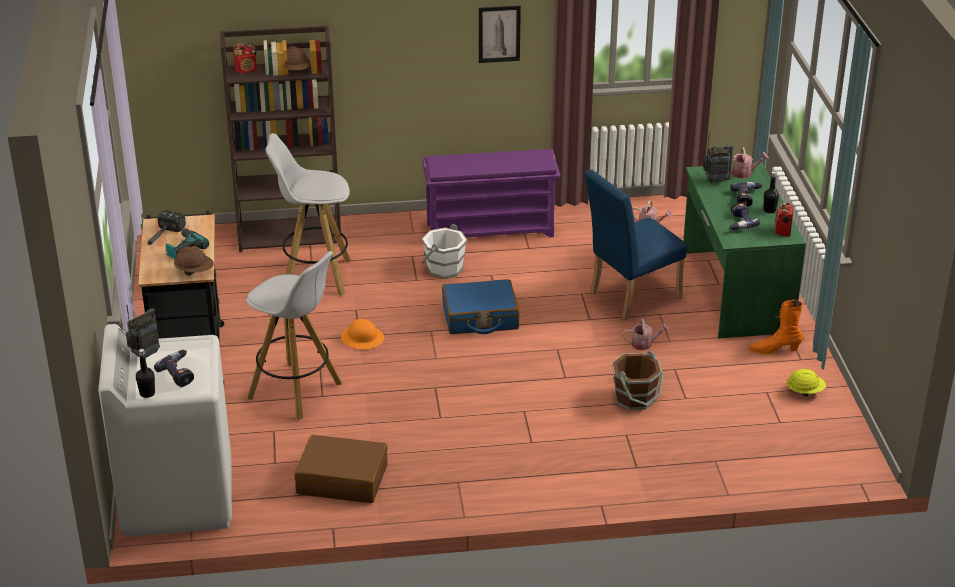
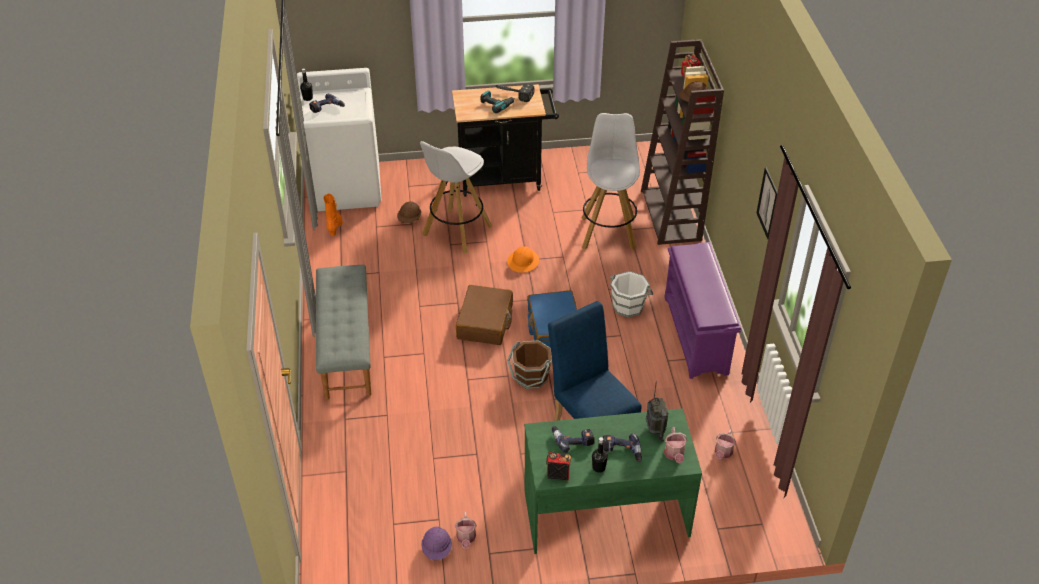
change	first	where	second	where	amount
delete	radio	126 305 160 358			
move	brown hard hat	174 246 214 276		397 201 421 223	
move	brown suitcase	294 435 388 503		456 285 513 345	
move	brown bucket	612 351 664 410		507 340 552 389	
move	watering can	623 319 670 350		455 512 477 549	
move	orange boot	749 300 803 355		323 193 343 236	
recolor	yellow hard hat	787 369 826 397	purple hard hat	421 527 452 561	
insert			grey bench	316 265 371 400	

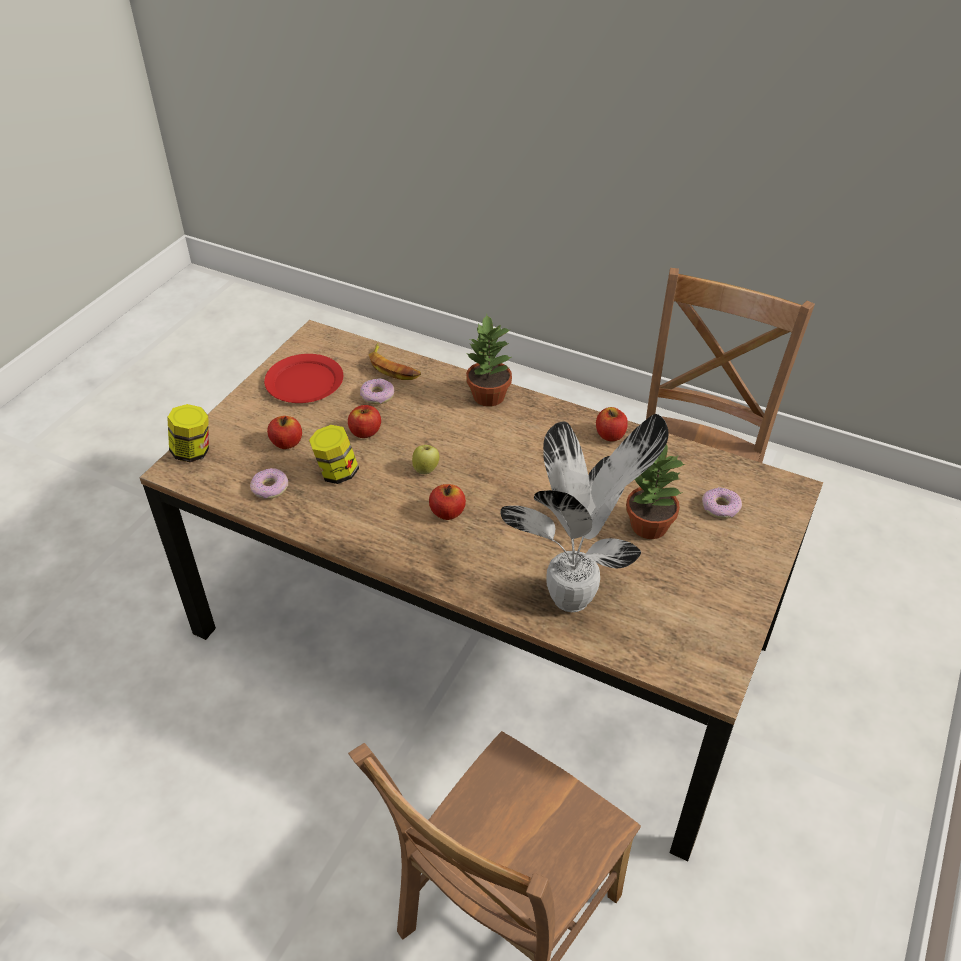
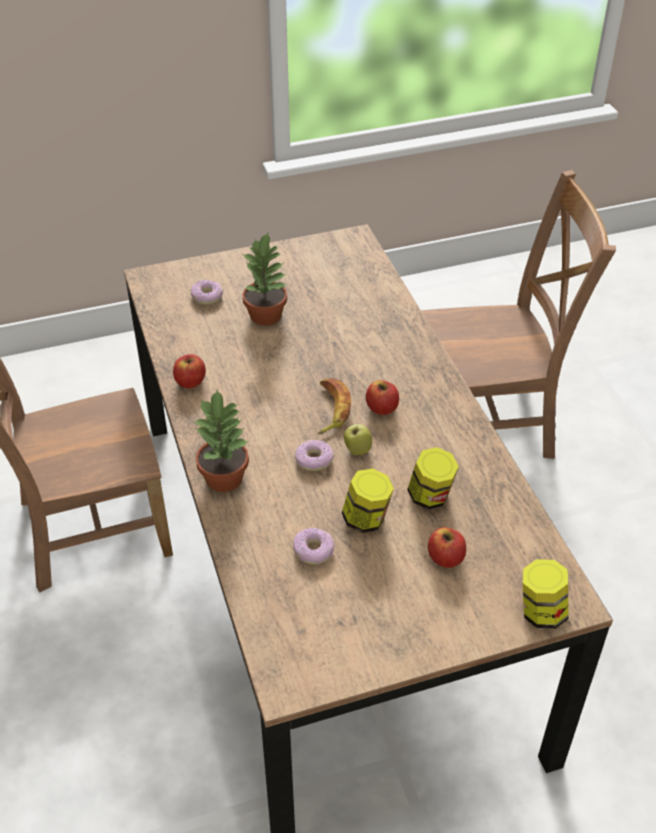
change	first	where	second	where	amount
move	donut	250 468 288 499		294 440 334 471	
delete	red plate	264 354 343 403			
replace	apple	348 405 381 438	jar	342 469 394 533	
move	banana	369 343 421 380		317 378 351 434	
delete	potted plant	500 414 669 612			

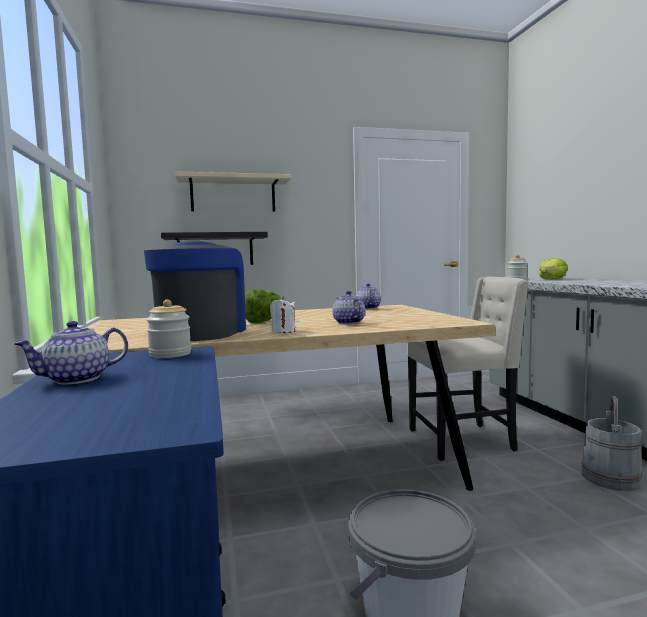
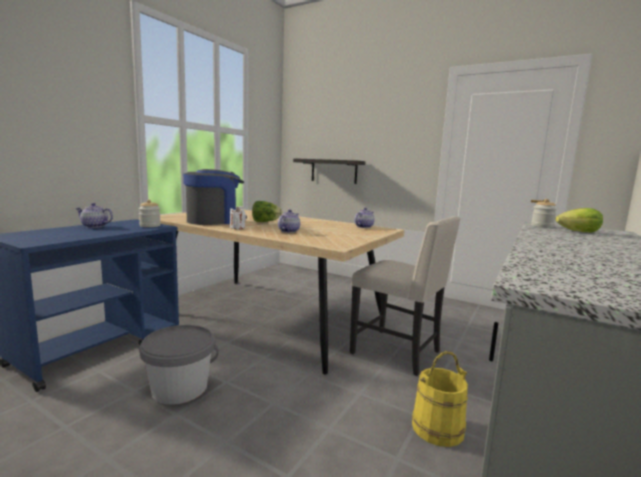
change	first	where	second	where	amount
delete	beige shelf	175 171 292 212			
recolor	grey bucket	581 396 643 491	yellow bucket	412 351 468 447	

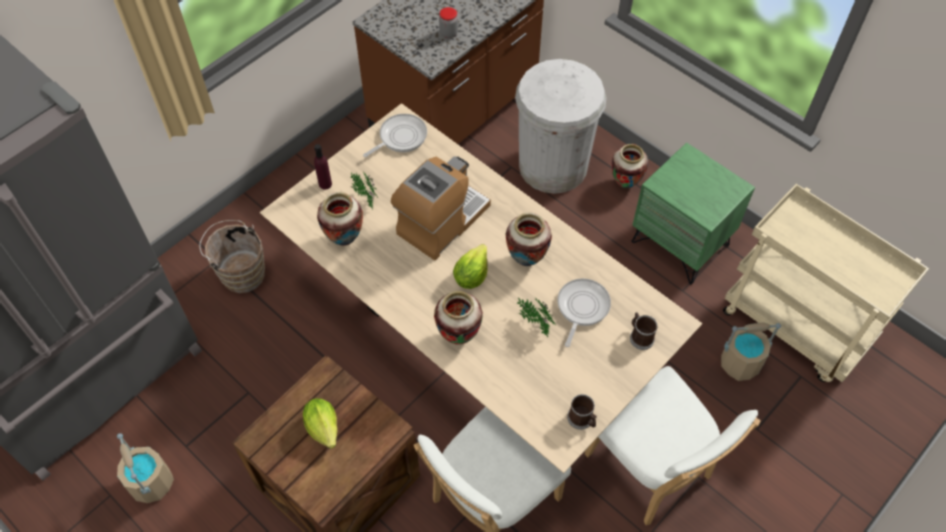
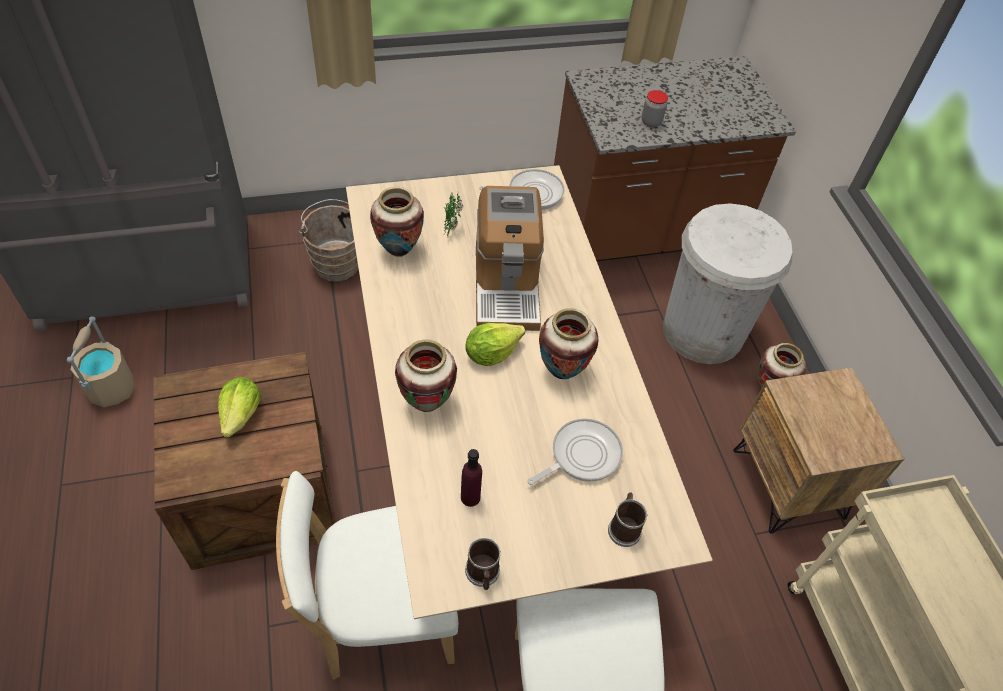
change	first	where	second	where	amount
move	purple bottle	314 144 332 189		461 449 482 507	
rotate	coffee machine	391 156 491 260		476 186 544 331	105 degrees clockwise
delete	potted plant	517 297 556 337			
recolor	green nightstand	631 143 755 284	brown nightstand	733 367 905 534	
delete	beige bucket	721 322 781 381			

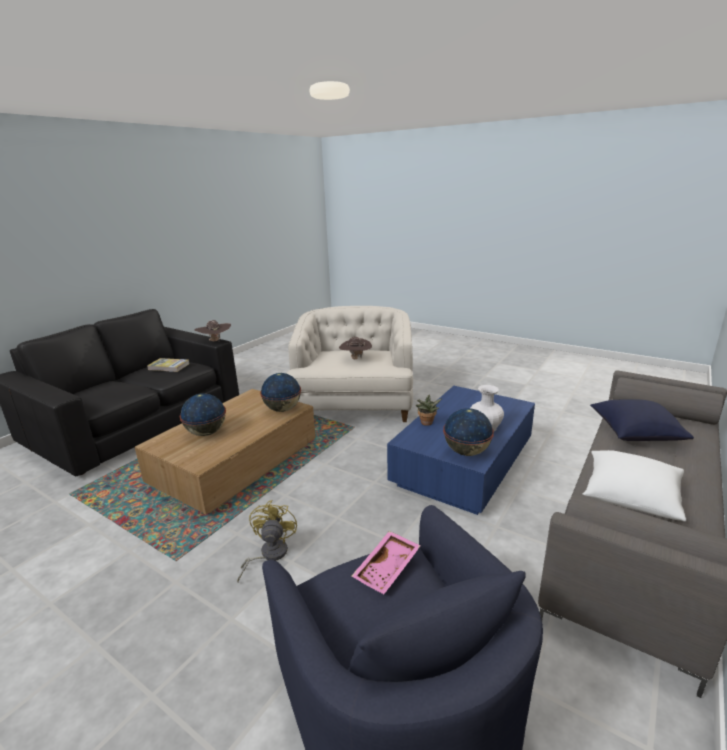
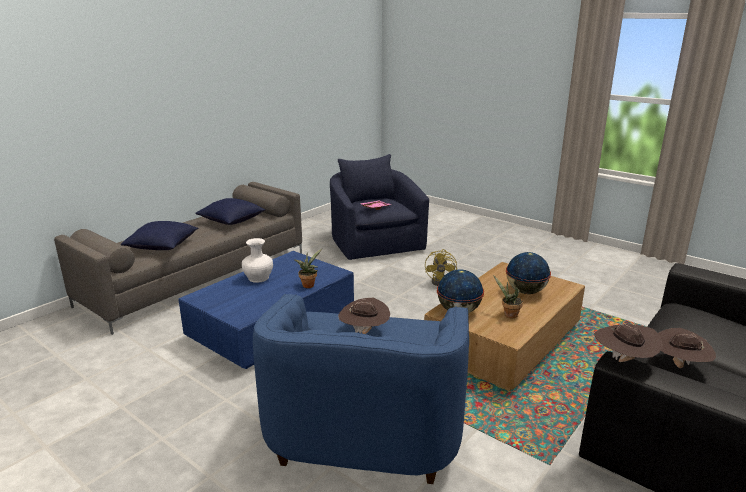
change	first	where	second	where	amount
replace	book	147 358 189 372	brown hat	658 328 716 368	
recolor	white armchair	286 306 413 422	blue armchair	253 294 469 484	
delete	globe	443 408 494 456			
recolor	white pillow	583 450 686 522	blue pillow	195 198 265 225	
insert			potted plant	493 275 523 318	

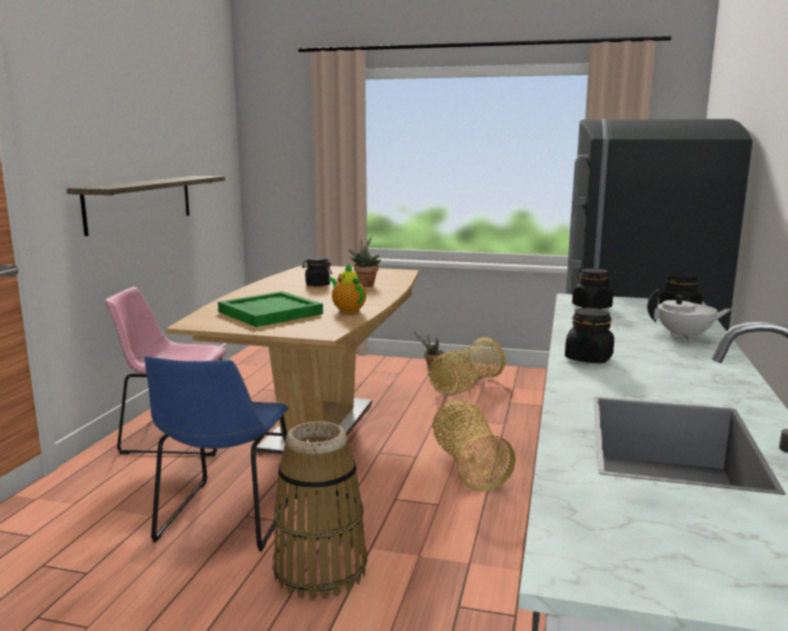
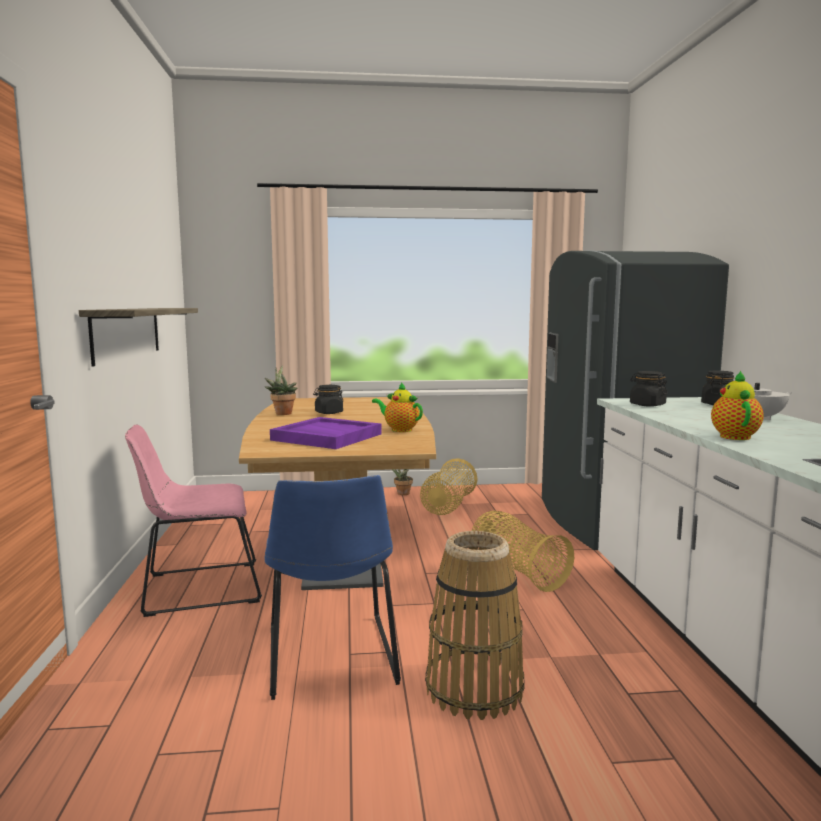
change	first	where	second	where	amount
recolor	green tray	218 291 323 327	purple tray	270 417 382 449	
move	potted plant	348 237 381 286		264 365 298 415	
replace	black jar	565 308 614 363	teapot	711 370 764 440	

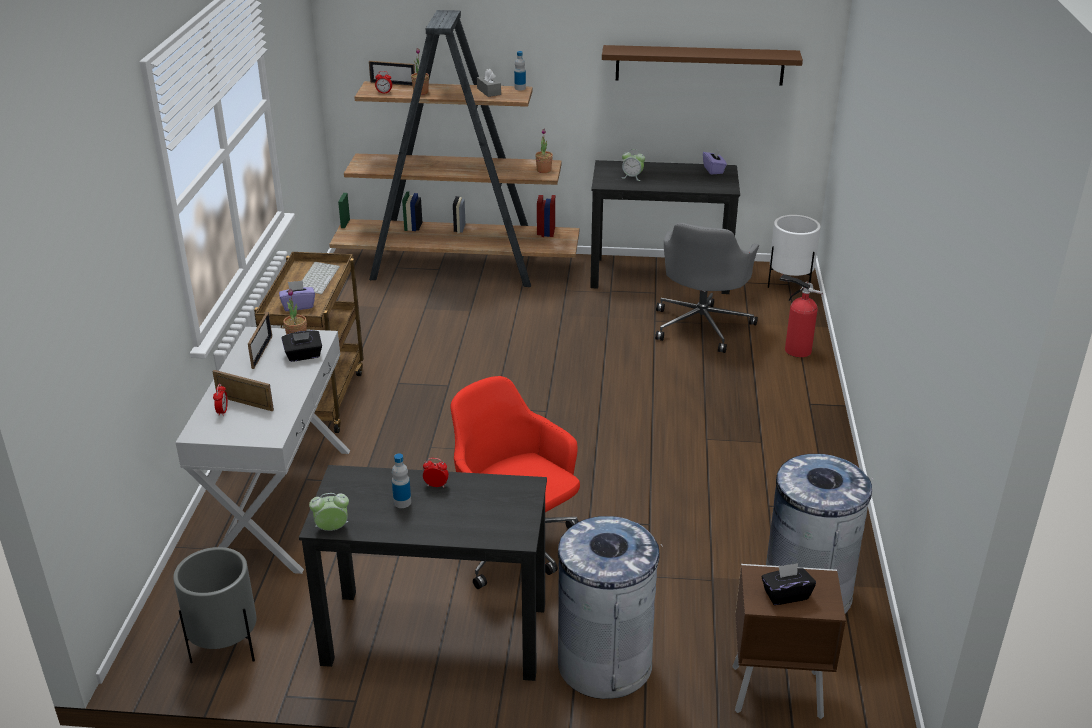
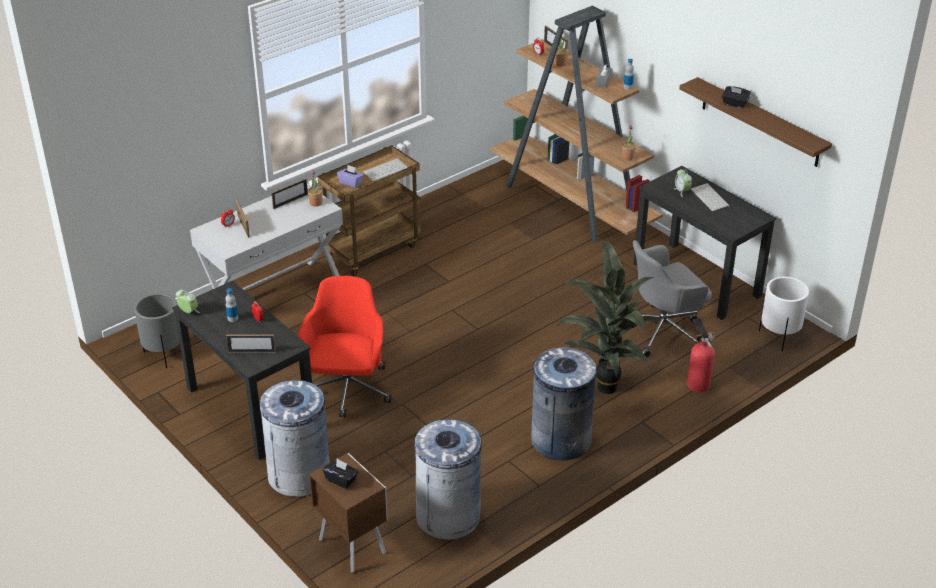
change	first	where	second	where	amount
move	black tissue box	282 330 322 362		722 86 751 108	
delete	purple tissue box	703 149 727 175			
insert			picture frame	226 335 276 353	
insert			grey trash can	531 348 597 460	
insert			potted plant	557 241 660 394	
insert			keyboard	691 183 730 211	

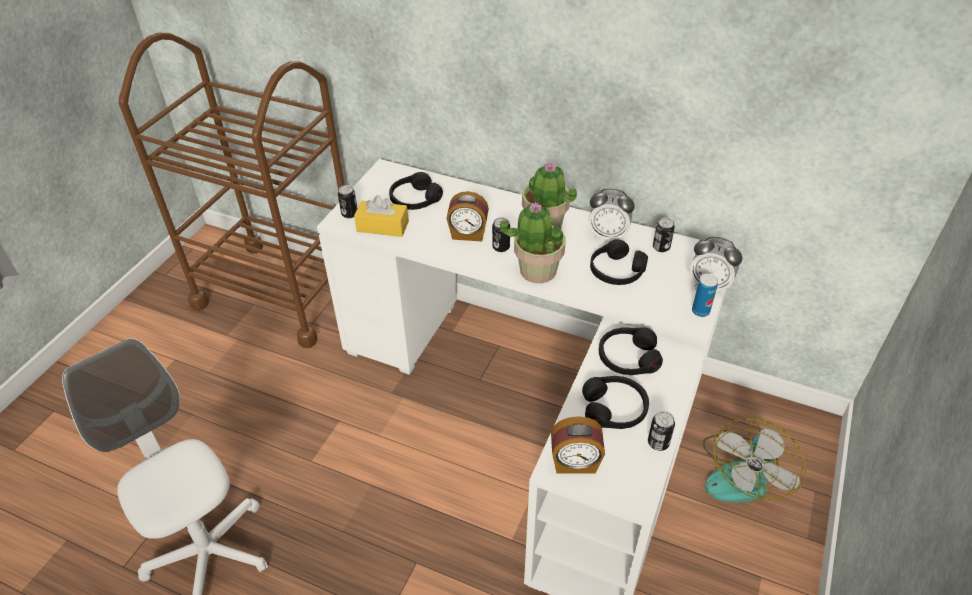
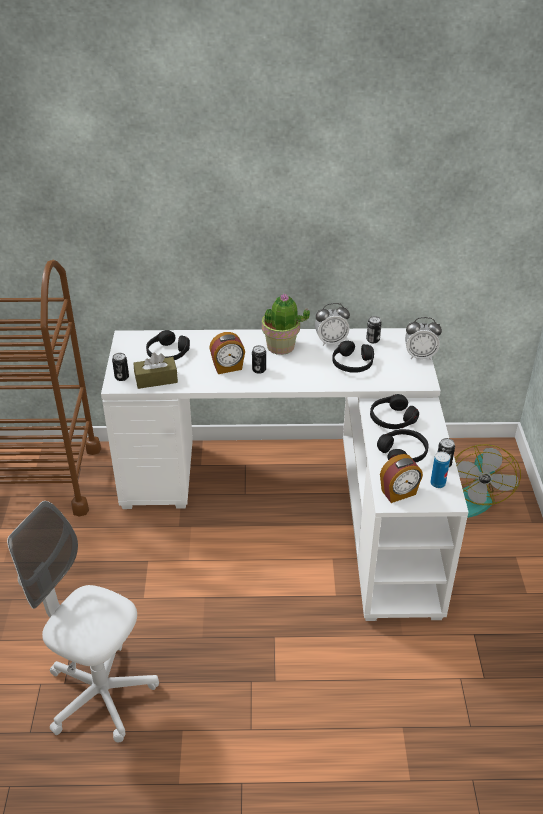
change	first	where	second	where	amount
recolor	yellow tissue box	354 195 409 237	brown tissue box	134 353 178 389	
delete	potted plant	500 202 565 283			
move	can	692 274 718 317		430 451 450 488	

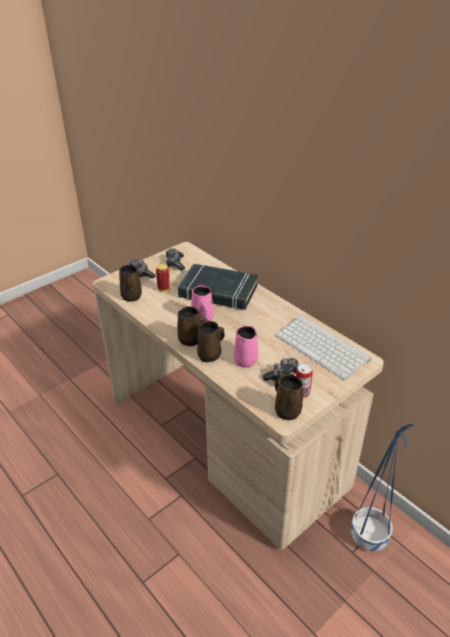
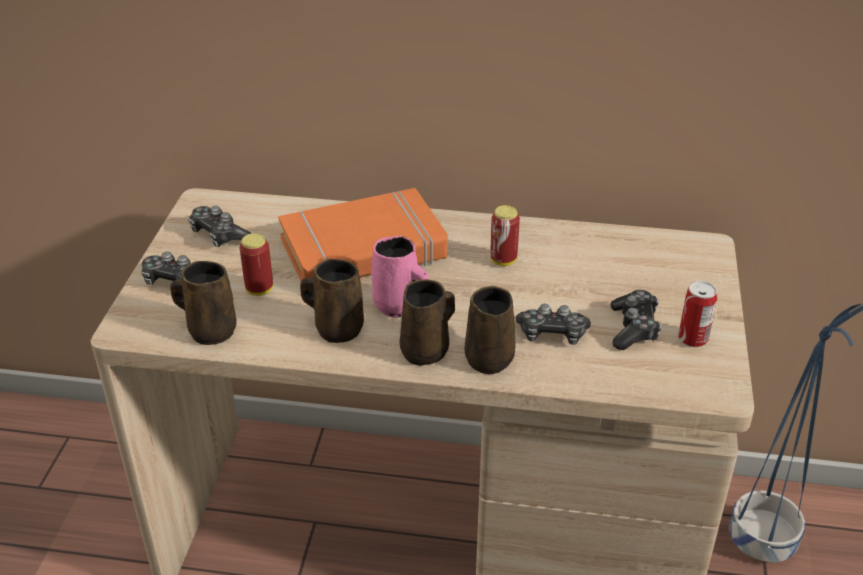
change	first	where	second	where	amount
recolor	black book	178 264 258 310	orange book	278 188 448 281	
replace	pink mug	234 325 258 368	game controller	516 304 591 345	
delete	keyboard	275 315 372 380			
move	brown mug	275 374 303 420		300 259 364 343	
insert			can	490 205 520 266	

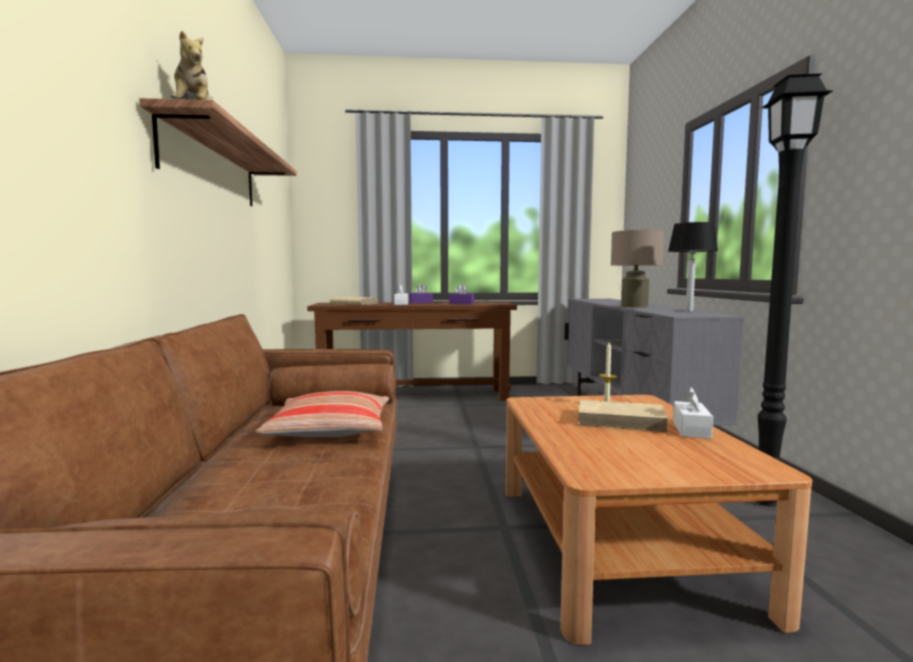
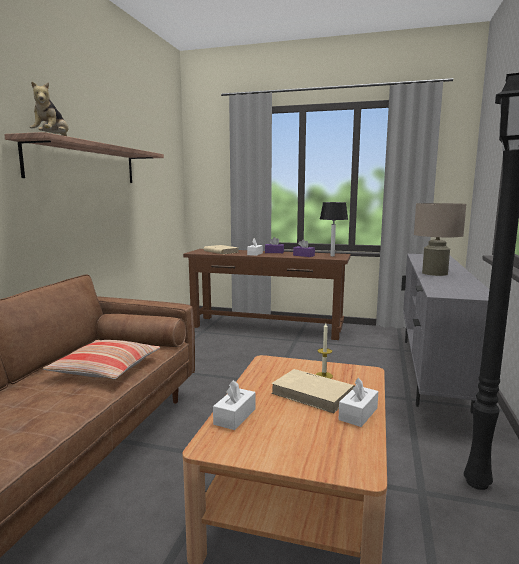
change	first	where	second	where	amount
move	table lamp	668 222 718 311		320 202 348 256	
insert			white tissue box	213 380 255 430	

